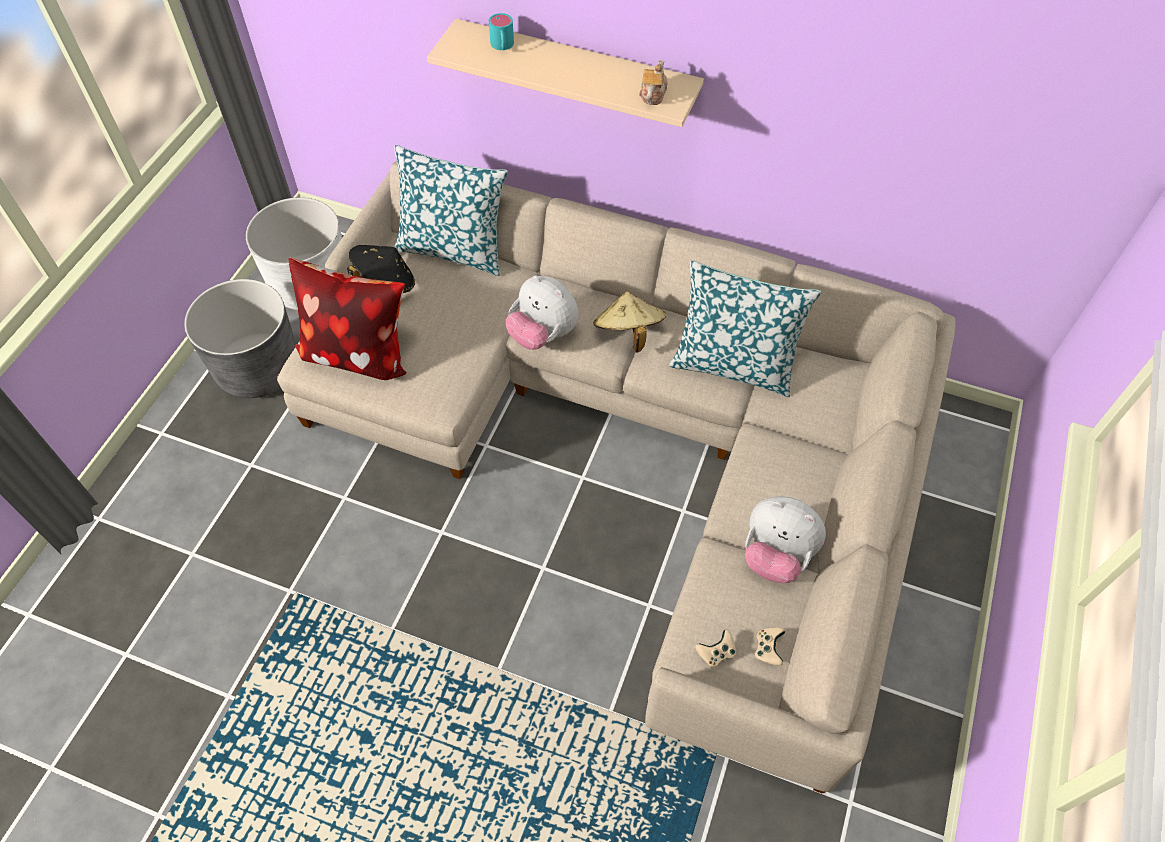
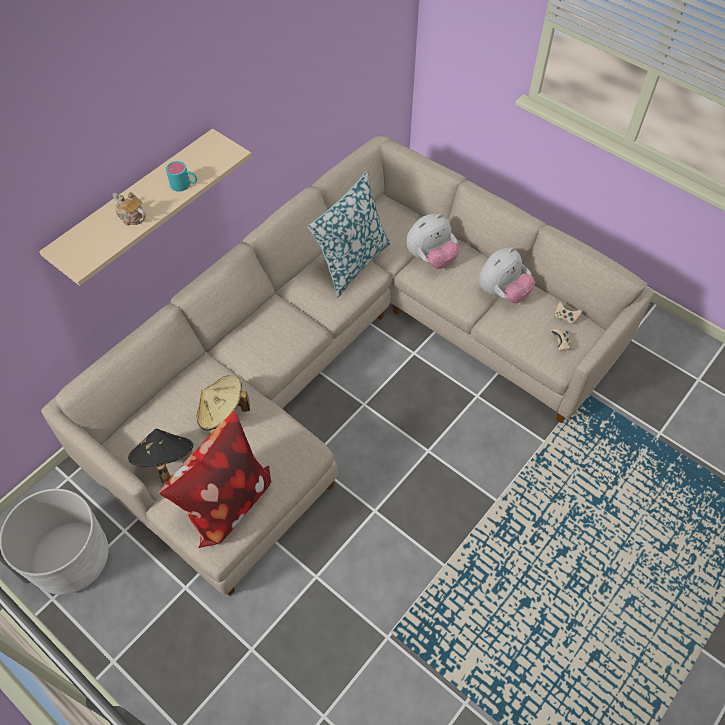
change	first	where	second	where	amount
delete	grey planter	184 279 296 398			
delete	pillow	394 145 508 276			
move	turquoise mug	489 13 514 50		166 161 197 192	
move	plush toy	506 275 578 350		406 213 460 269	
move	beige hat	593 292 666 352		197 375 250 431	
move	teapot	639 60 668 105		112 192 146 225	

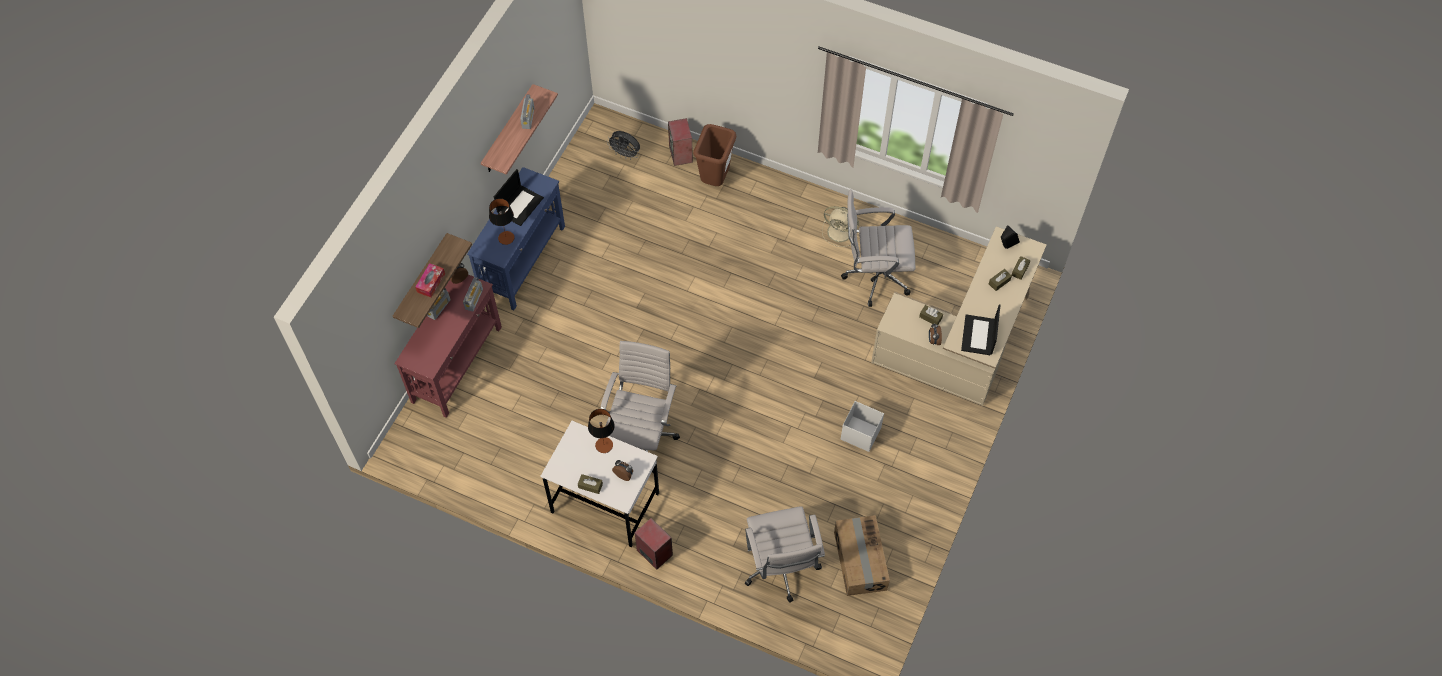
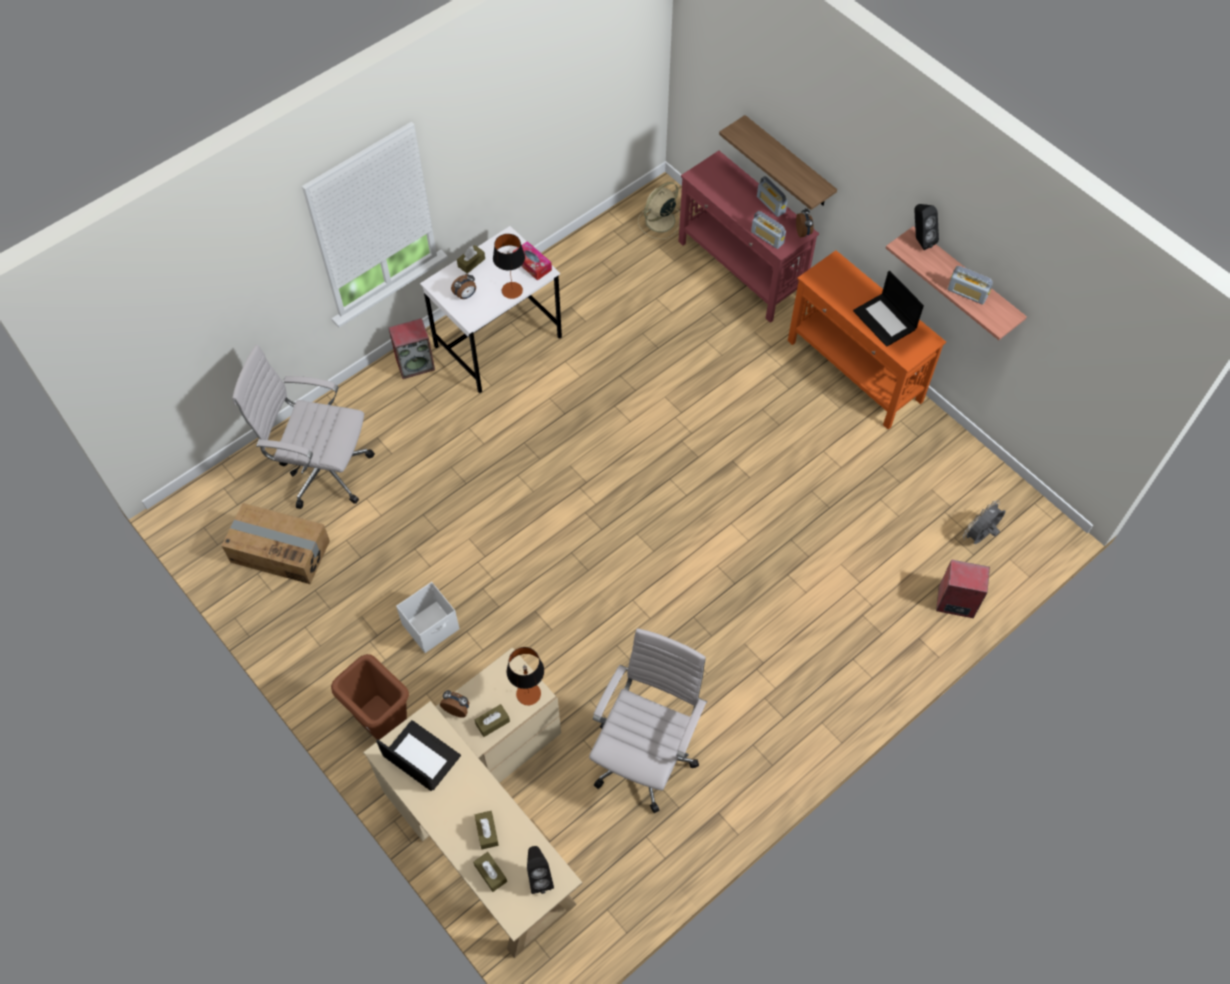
change	first	where	second	where	amount
move	tissue box	415 263 445 297		513 241 552 281	
recolor	blue console table	467 167 565 310	orange console table	788 250 946 430	
move	table lamp	489 198 515 245		507 647 544 705	
delete	white office chair	601 341 680 473			
move	brown trash can	693 124 736 186		331 654 409 740	
move	beige fan	822 206 859 247		638 182 680 239	
insert			black speaker	914 204 939 250	

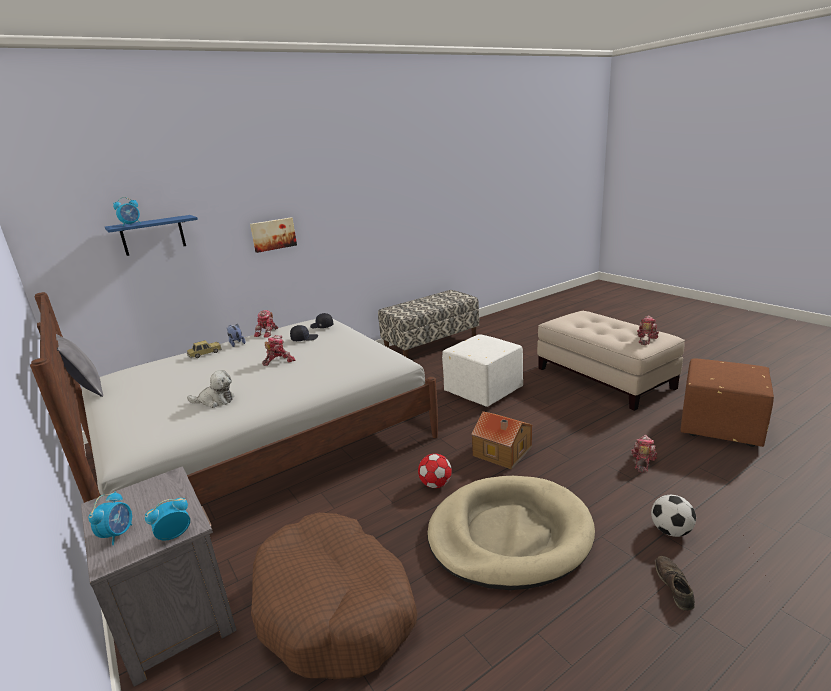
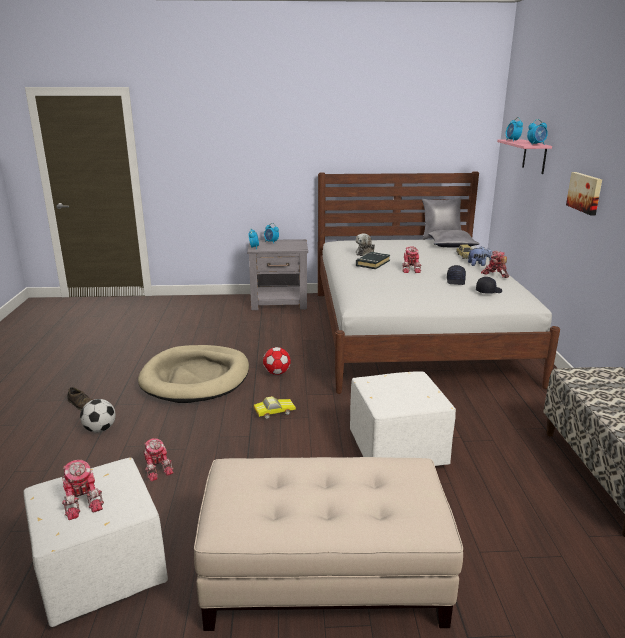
change	first	where	second	where	amount
recolor	blue shelf	105 215 198 256	pink shelf	497 139 552 174	
delete	brown dog bed	251 513 417 679			
replace	toy house	471 411 532 470	toy car	254 396 296 419	
move	toy robot	637 316 659 345		62 460 104 520	
recolor	brown ottoman	681 358 774 447	white ottoman	23 457 168 627	
insert			black book	356 252 390 269	
insert			grey pillow	428 230 480 248	
insert			alarm clock	527 119 548 145	

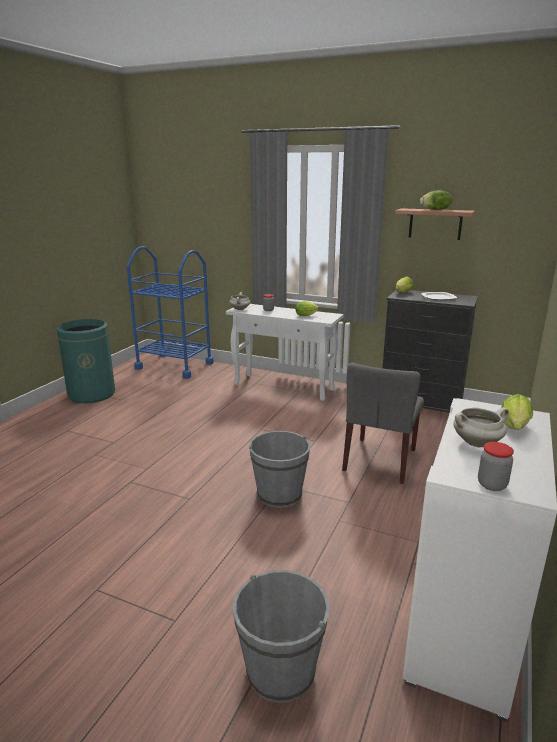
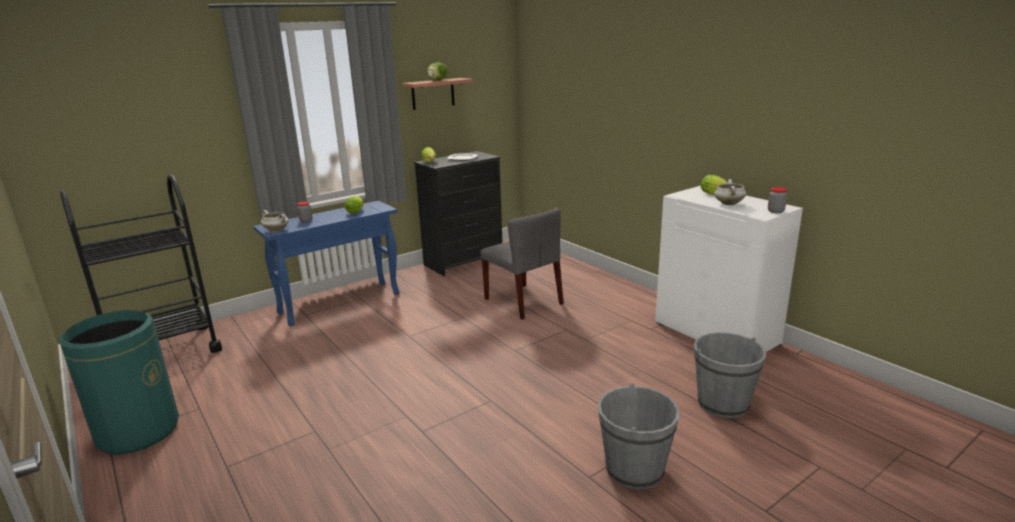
change	first	where	second	where	amount
recolor	blue cart	127 246 214 379	black cart	60 174 222 353	
recolor	white console table	226 304 344 401	blue console table	253 201 399 327	
move	grey bucket	249 431 310 508		598 383 680 490	

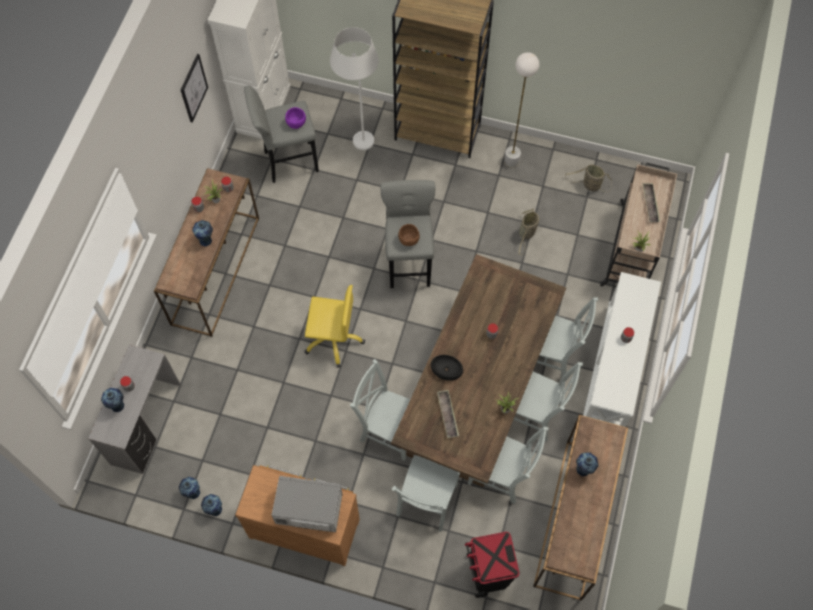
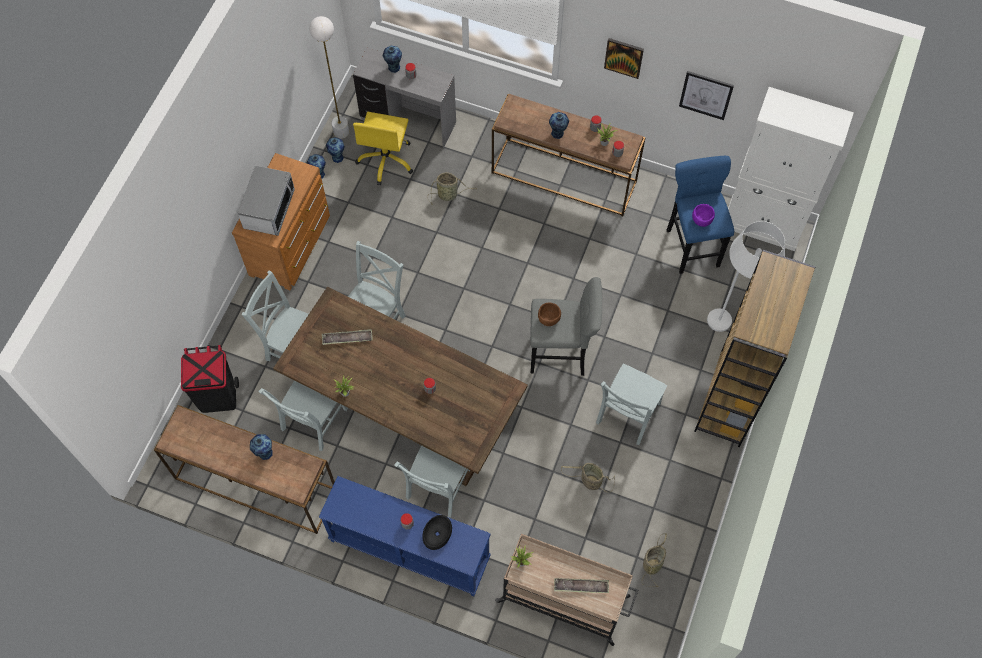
change	first	where	second	where	amount
recolor	grey stool	244 85 319 183	blue stool	667 156 734 274	
move	yellow office chair	304 285 365 368		353 112 413 185	
move	black bowl	431 355 463 381		422 515 452 550	
move	white floor lamp	504 52 539 168		309 16 349 139	
move	grey chair	513 362 583 442		596 364 668 445	
recolor	white console table	583 272 661 427	blue console table	319 476 491 596	
insert			basket	427 172 477 204	
insert			picture	604 38 644 79	

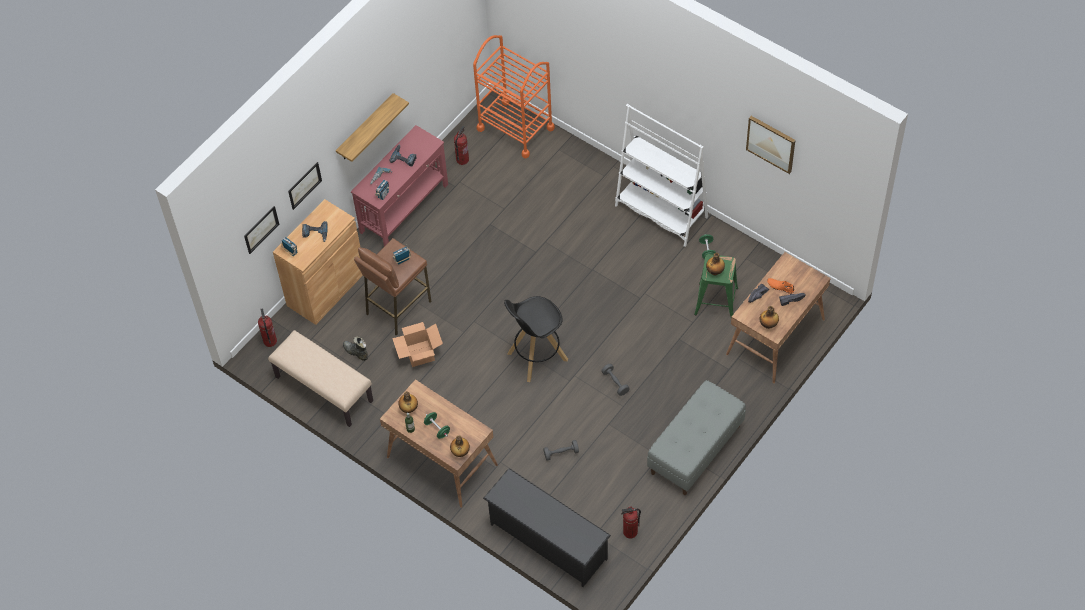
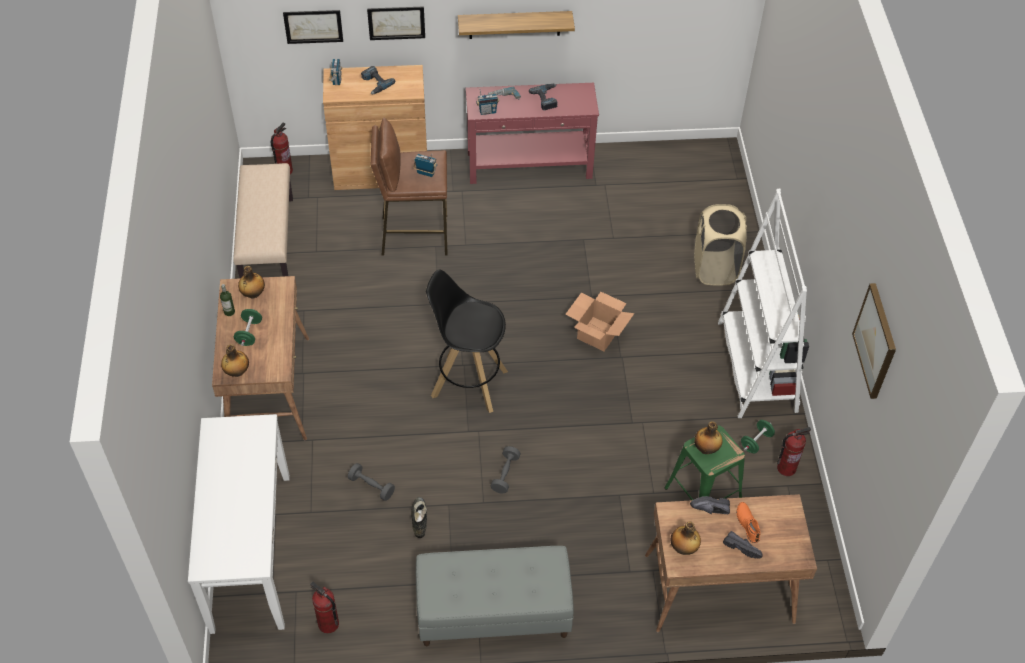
change	first	where	second	where	amount
move	black boot	343 337 368 361		411 497 427 538	
move	cardboard box	392 322 443 367		565 292 635 351	
move	fire extinguisher	454 126 469 165		777 427 811 476	
delete	orange cart	473 35 555 158			
replace	black shoe rack	483 468 611 587	white console table	188 414 290 634	
insert			beige laundry basket	694 204 747 286	

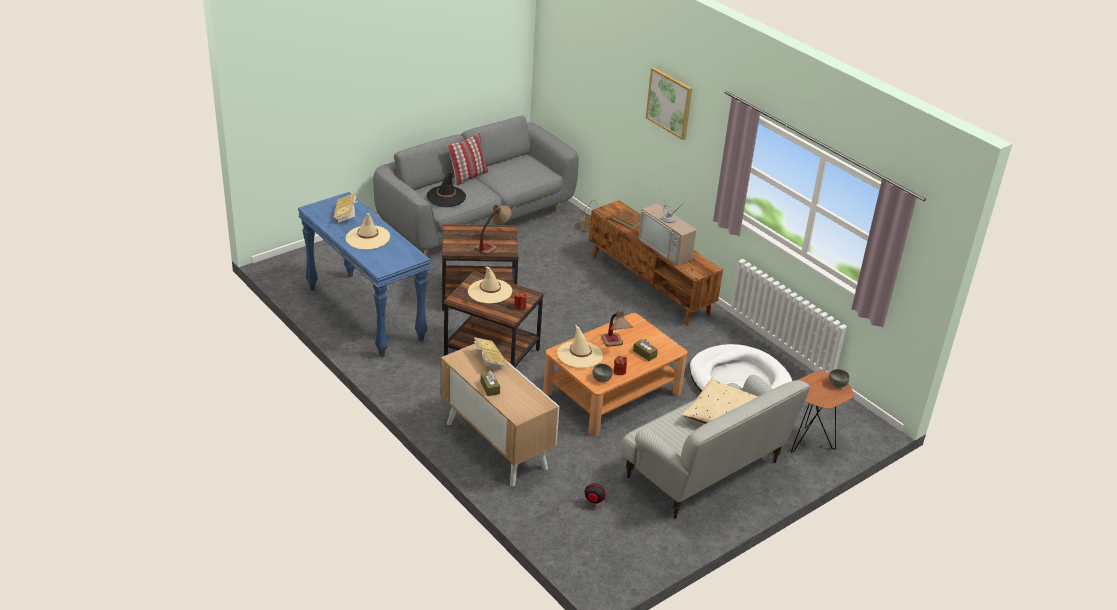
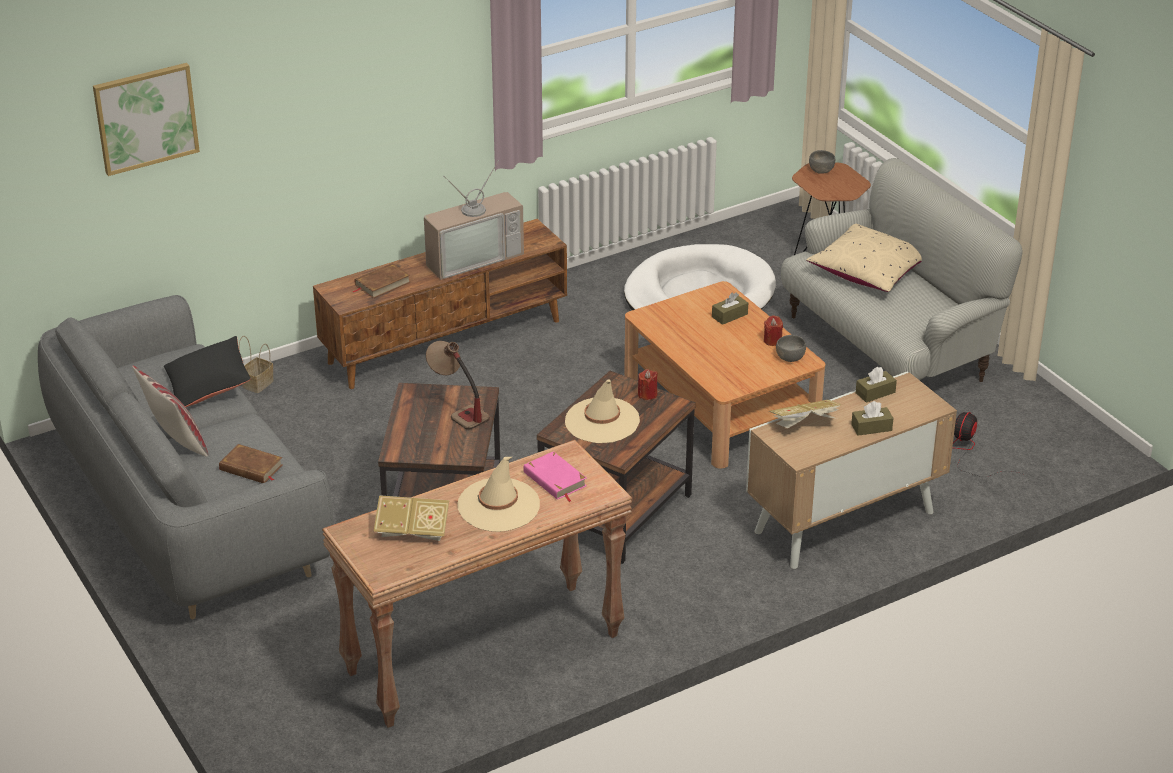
change	first	where	second	where	amount
recolor	blue console table	298 192 431 358	brown console table	322 440 632 728	
replace	black hat	427 172 466 207	brown book	219 444 283 483	
delete	beige hat	557 324 603 368			
delete	table lamp	601 311 633 347			
move	picture	646 67 692 140		93 63 200 176	
insert			black pillow	164 336 251 407	
insert			pink book	523 451 587 502	
insert			brown tissue box	856 367 897 403	

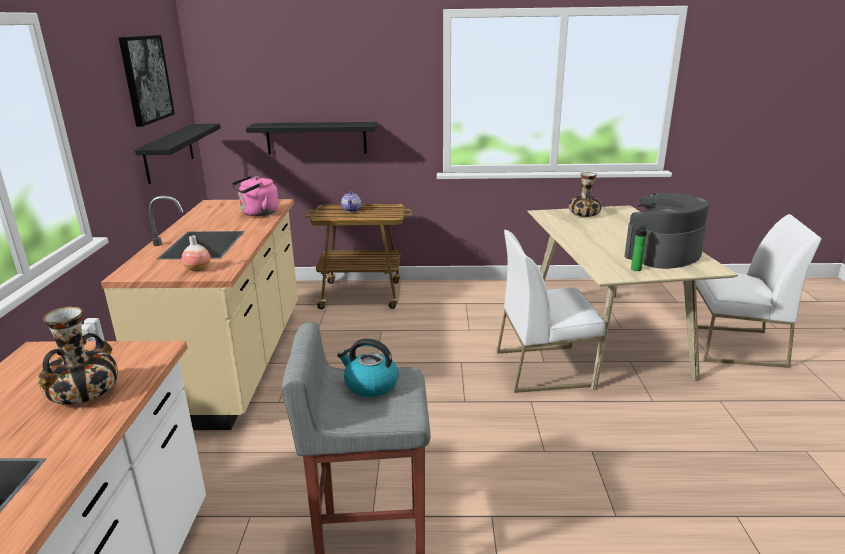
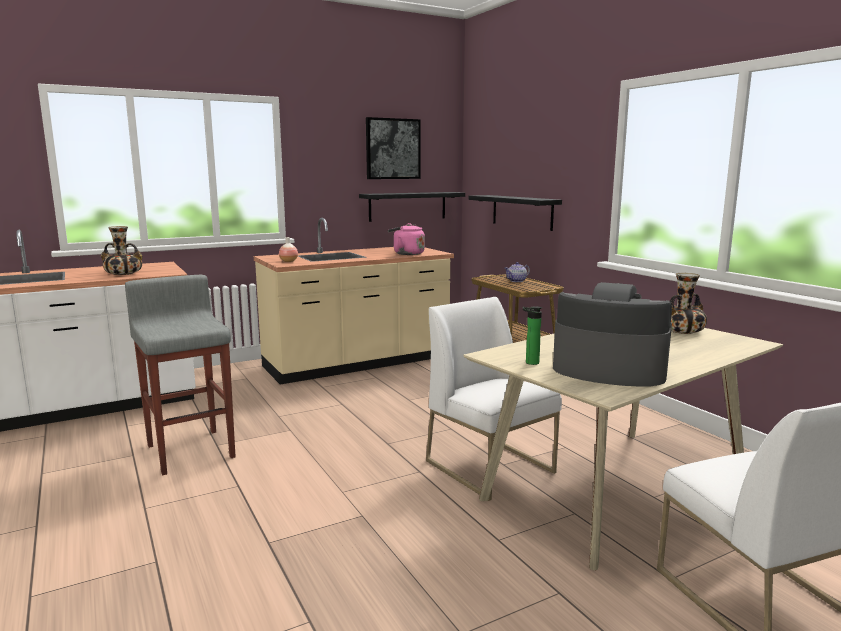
change	first	where	second	where	amount
delete	kettle	337 338 399 397			

